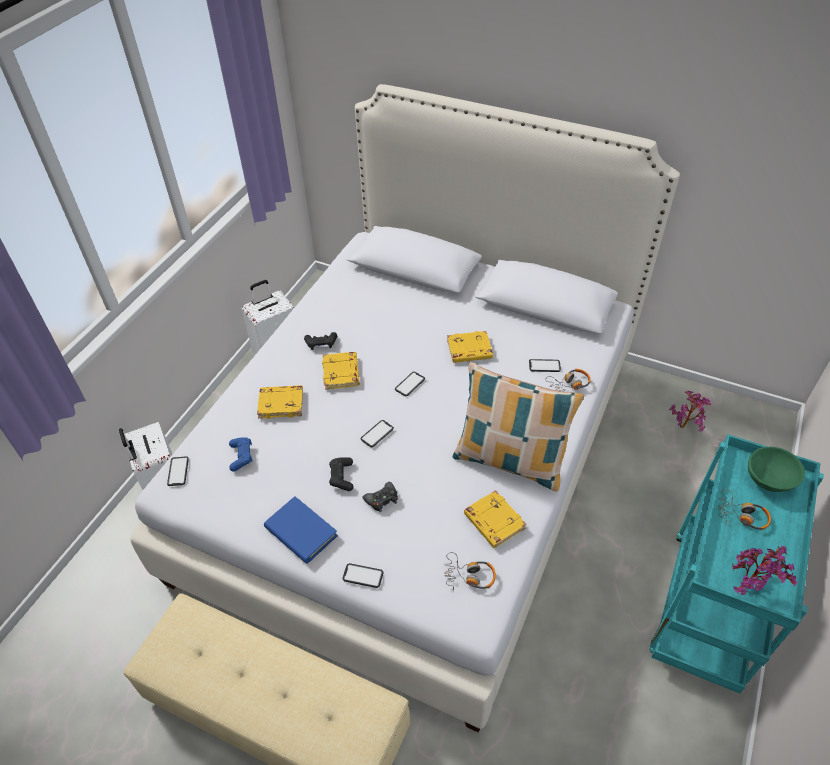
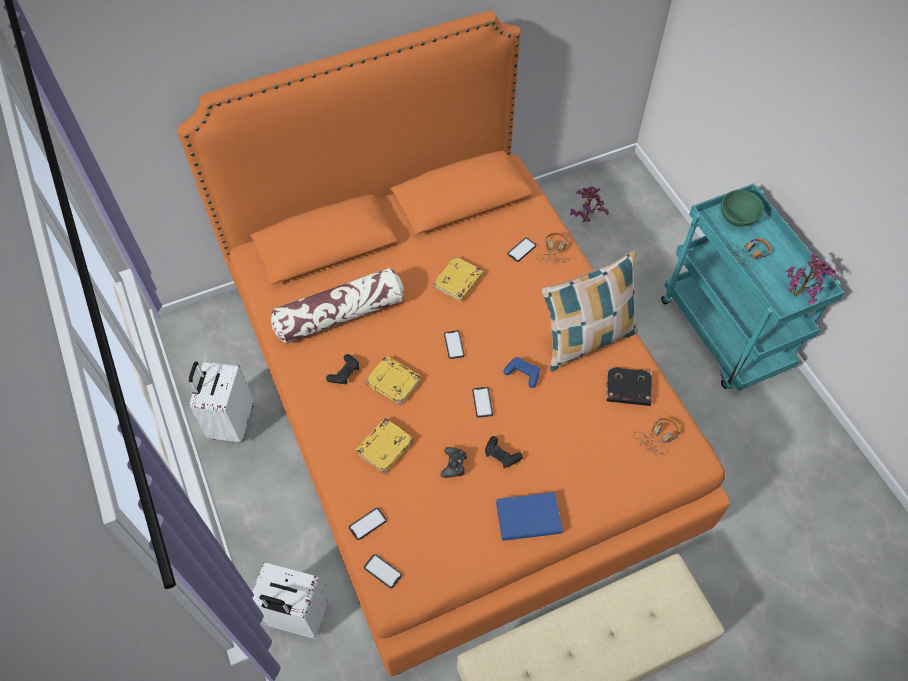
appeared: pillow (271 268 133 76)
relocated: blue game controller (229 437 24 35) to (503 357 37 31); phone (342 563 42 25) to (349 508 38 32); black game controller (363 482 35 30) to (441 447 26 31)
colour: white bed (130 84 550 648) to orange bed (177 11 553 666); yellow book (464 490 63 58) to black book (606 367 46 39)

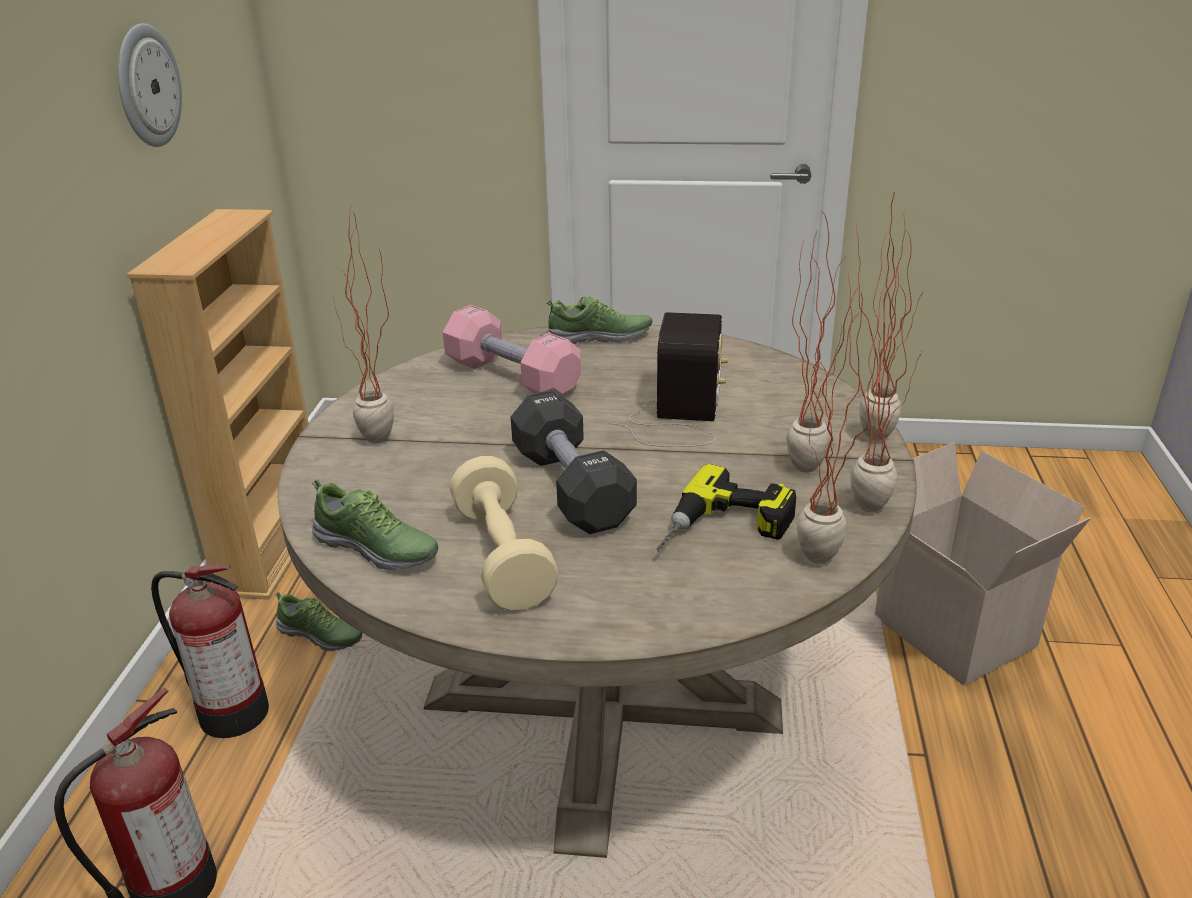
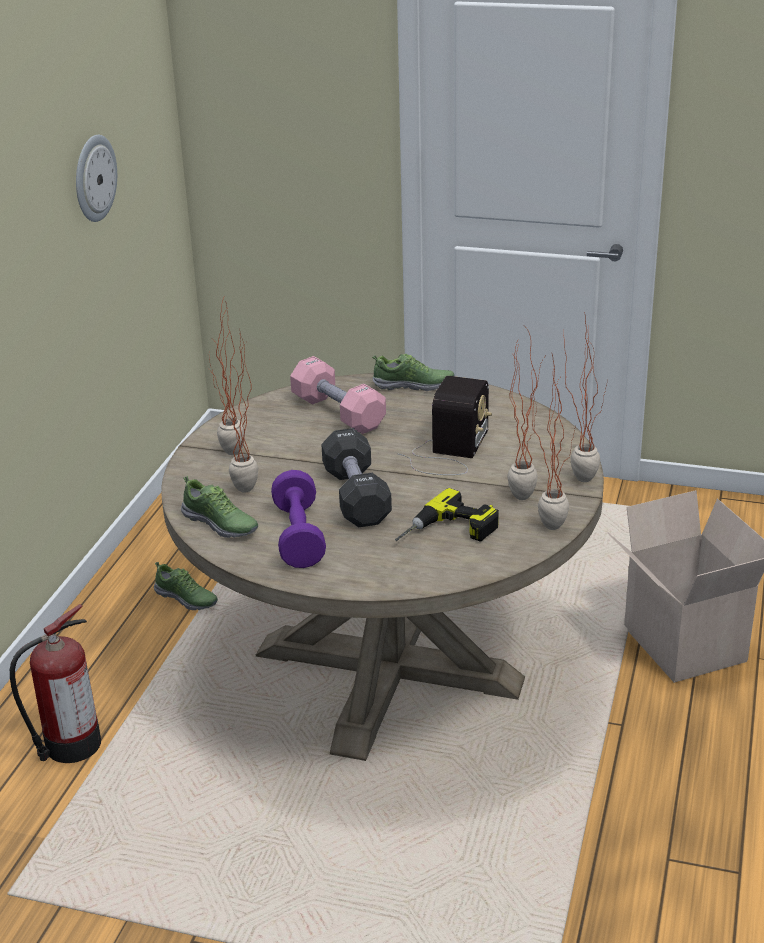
missing: beige bookcase (127 209 182 391); fire extinguisher (151 565 118 173)
relocated: potted plant (797 284 79 280) to (209 330 49 163)
colour: beige dumbbell (450 456 109 155) to purple dumbbell (271 470 55 98)

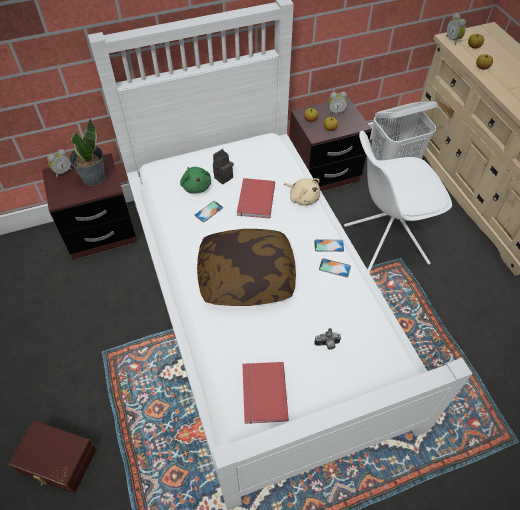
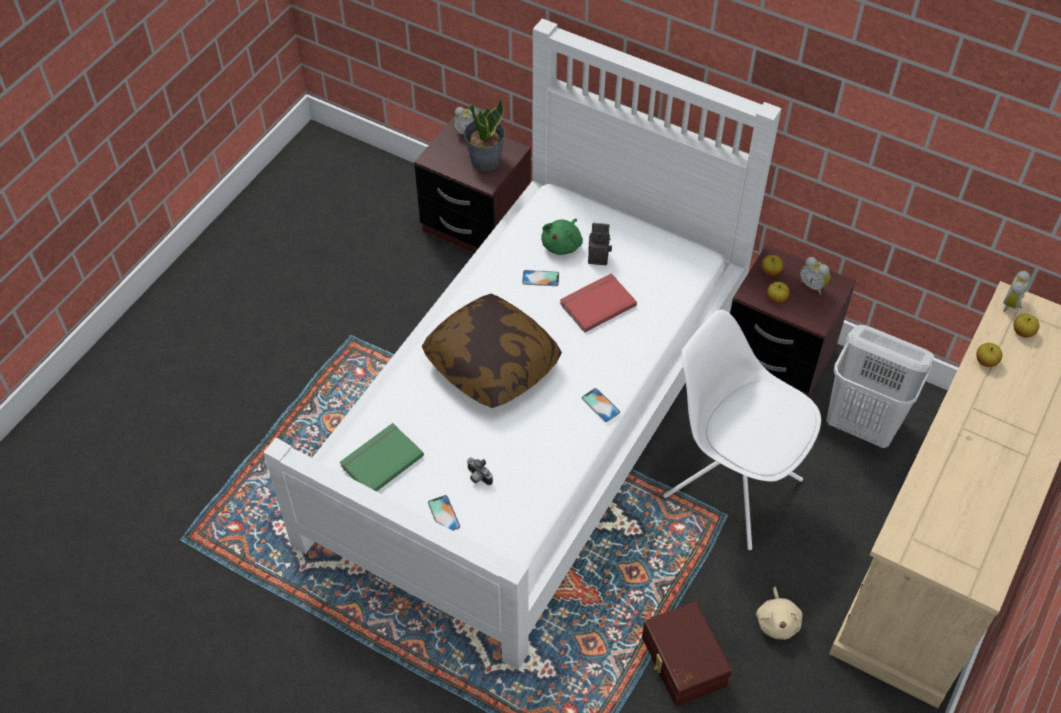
relocated: brown storage box (8 420 89 73) to (642 601 90 105); beige plush toy (283 178 37 28) to (756 587 47 53); phone (319 258 32 19) to (428 495 32 36)
colour: red book (242 362 47 62) to green book (340 423 84 68)

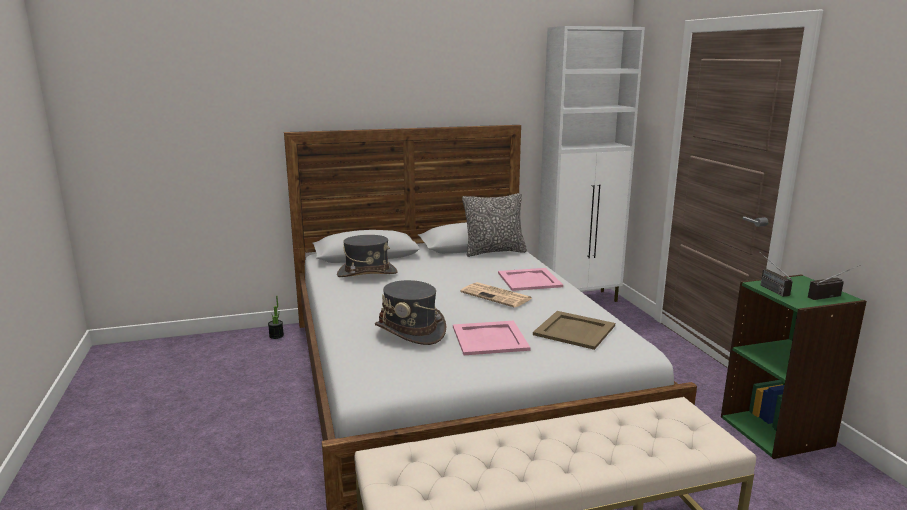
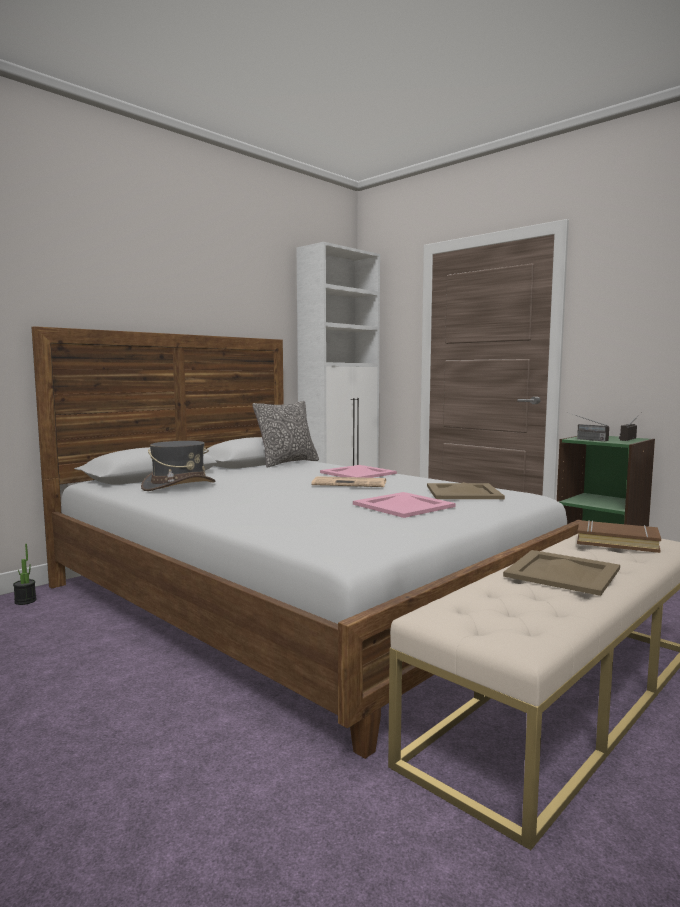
missing: grey hat (375 280 71 65)
appeared: beige tray (503 550 117 46); brown book (577 520 84 33)

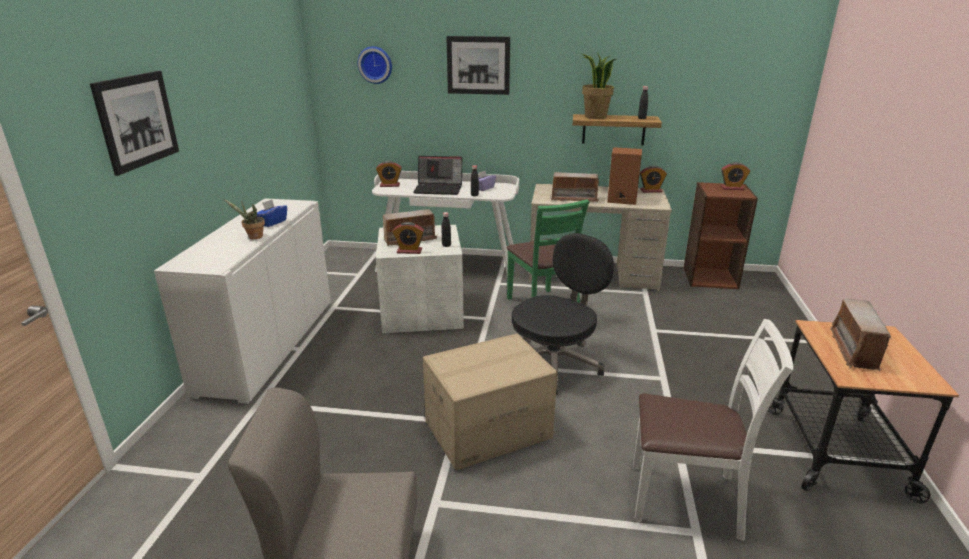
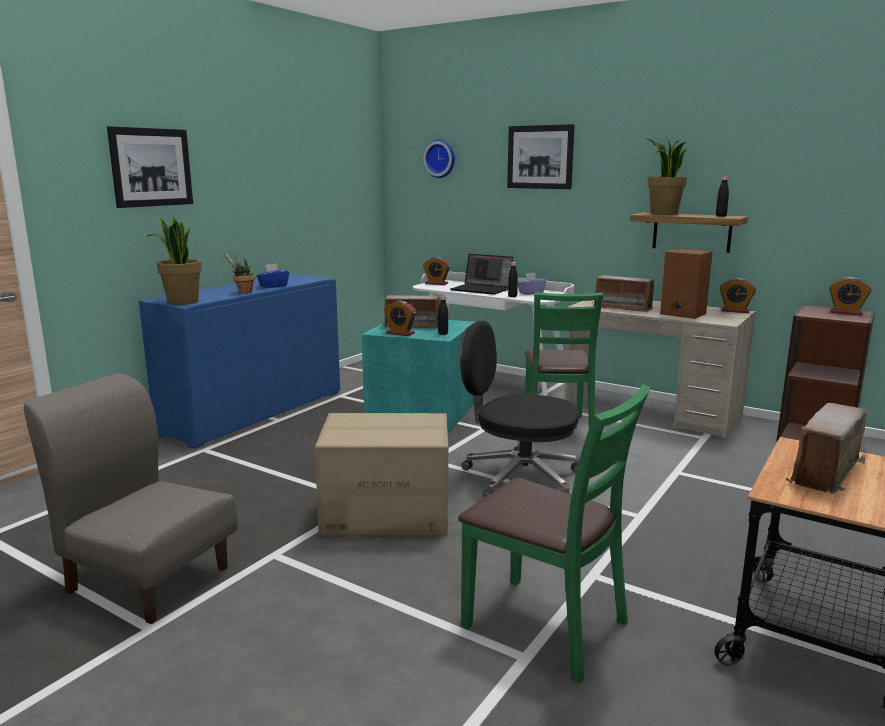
appeared: potted plant (147 216 55 89)
colour: white cabinet (154 198 177 206) to blue cabinet (139 274 201 175); white storage box (376 225 88 108) to turquoise storage box (362 320 113 112); white chair (633 319 160 222) to green chair (458 384 193 299)
spun: black office chair (512 233 102 162) = (460 321 120 177) 135 degrees counterclockwise

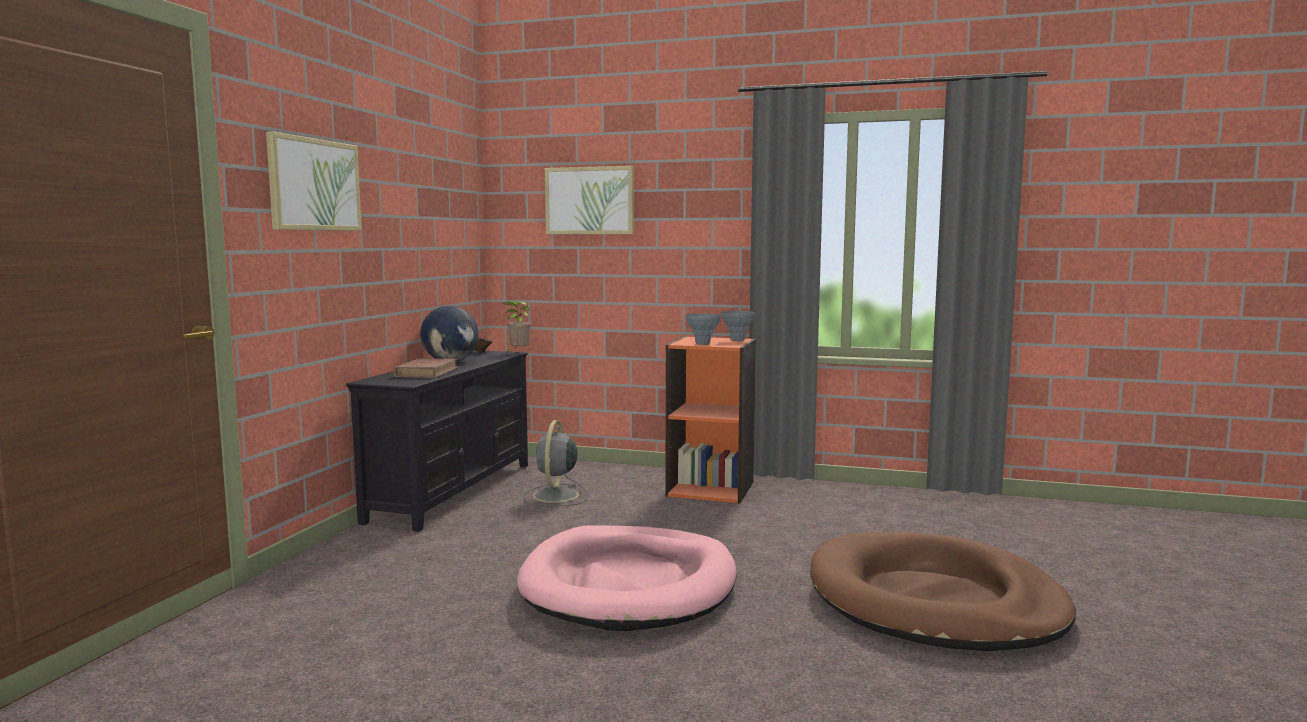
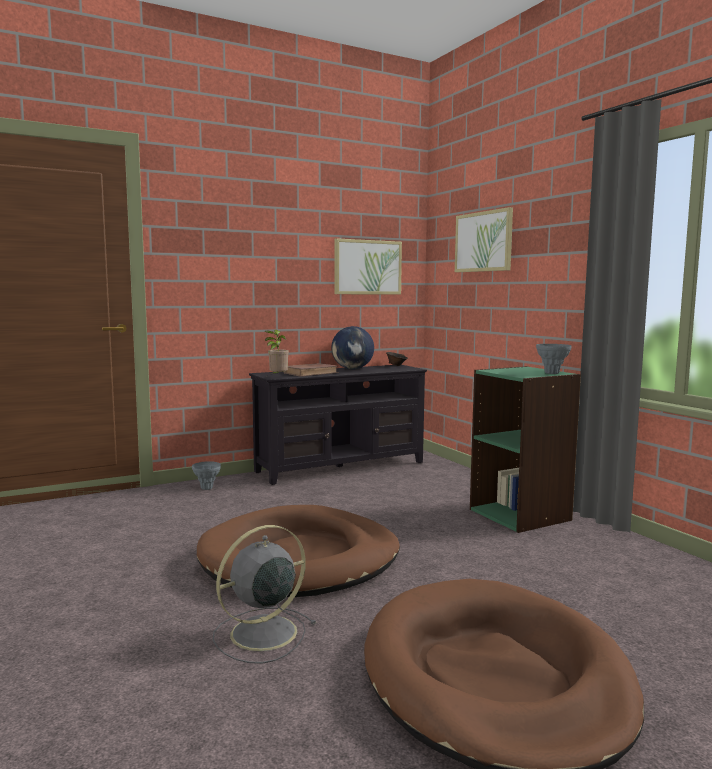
relocated: picture (266 131 96 100) to (334 238 68 57); potted plant (503 300 28 51) to (265 330 24 43); grey fan (523 420 65 86) to (213 525 104 139); grey vase (686 313 35 32) to (192 461 29 29)
colour: pink dog bed (517 525 219 106) to brown dog bed (197 505 203 92); orange bookcase (665 336 91 167) to green bookcase (470 366 111 167)

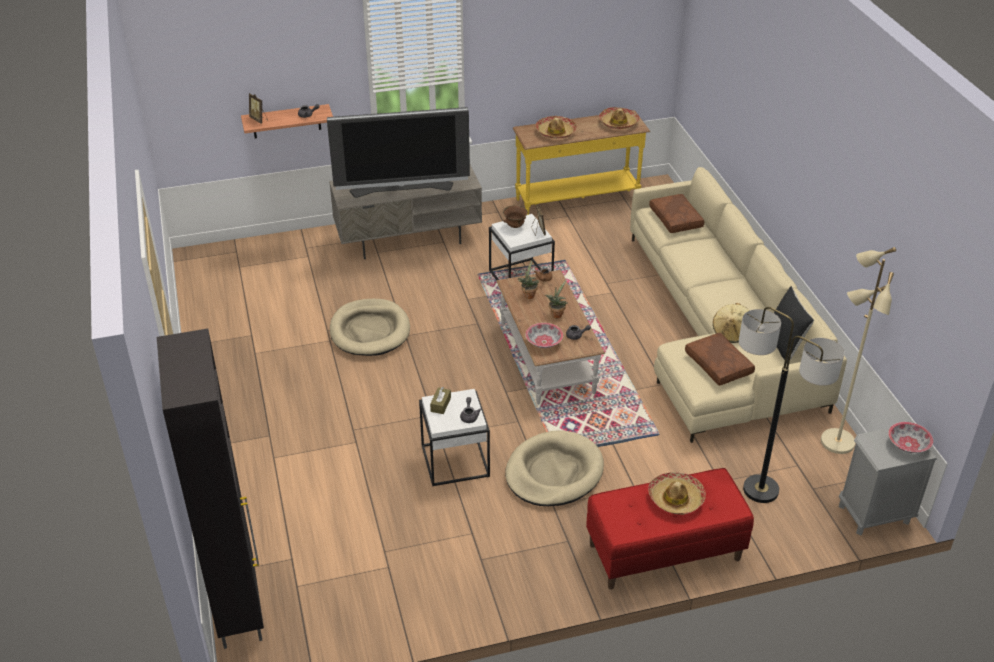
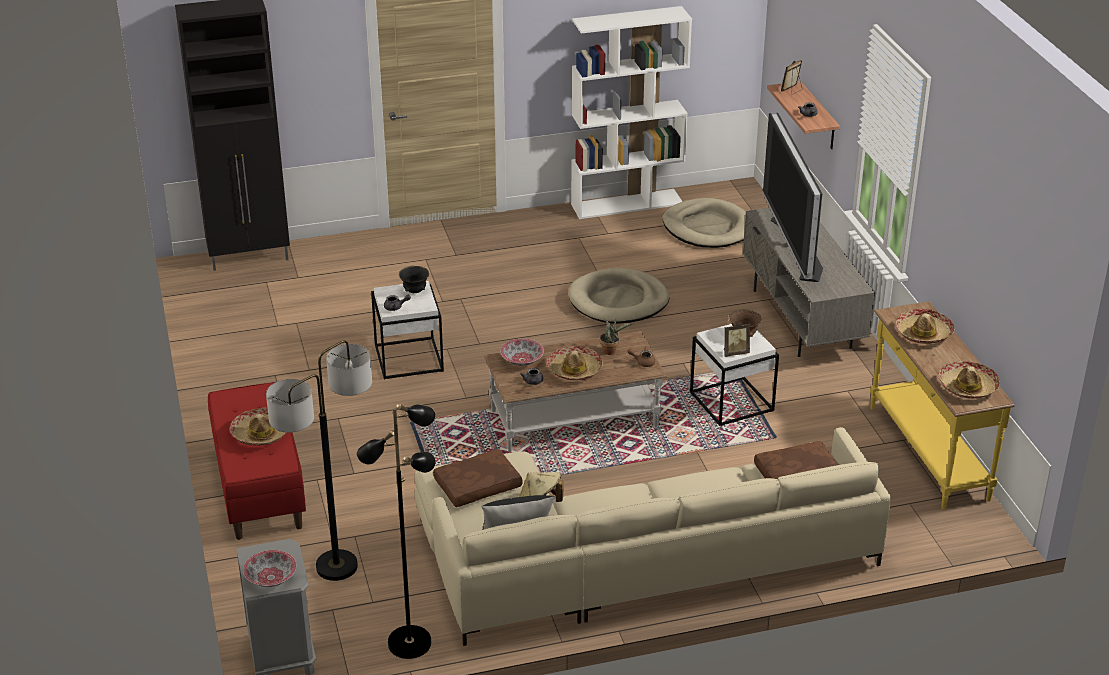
appeared: white bookcase (571 6 121 213)
relocated: beige dog bed (505 430 99 76) to (662 198 84 50)
exchanged: brown tissue box (430 387 21 27) to black bowl (399 266 30 27); potted plant (545 280 23 38) to hat (546 346 57 34)
colour: beige floor lamp (821 247 75 207) to black floor lamp (357 404 78 255)

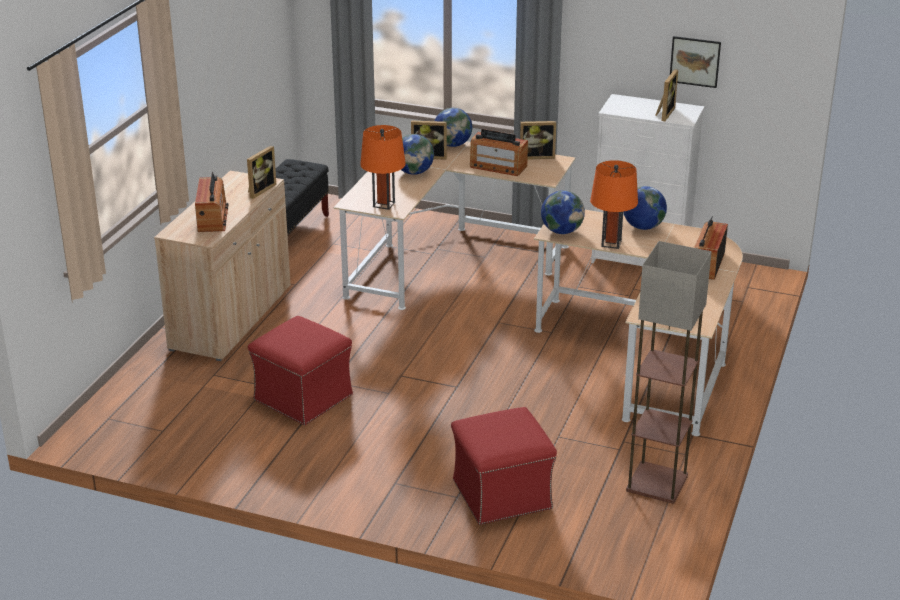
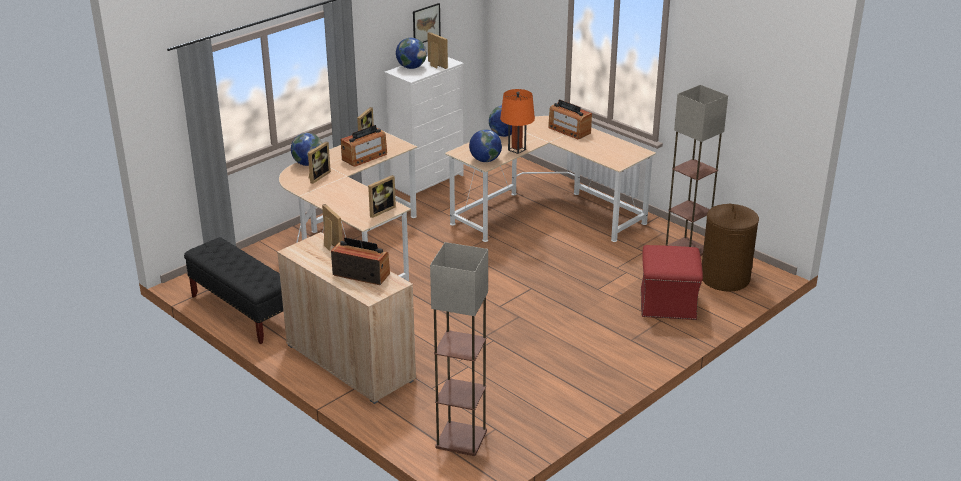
missing: red ottoman (248 316 105 109)
appeared: floor lamp (430 242 58 214); brown laundry basket (702 204 57 87)
relocated: globe (401 134 33 41) to (396 38 31 31)
exchanged: orange table lamp (360 125 46 85) to picture frame (368 175 28 43)

